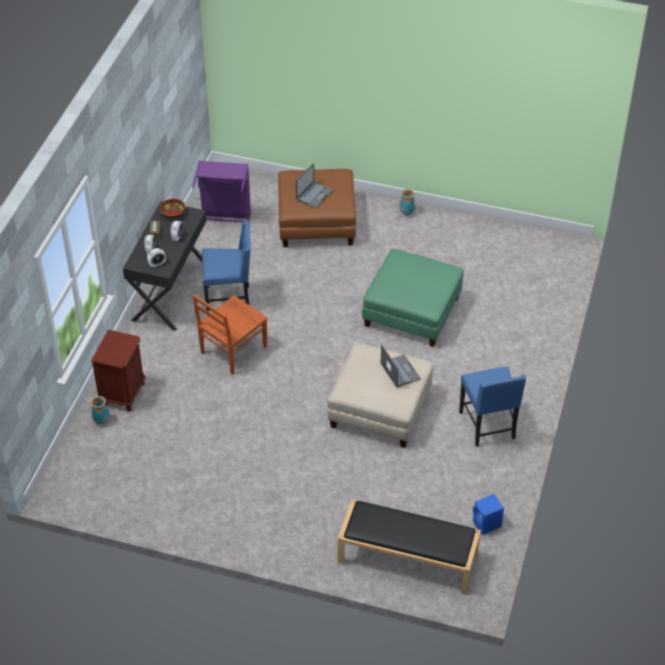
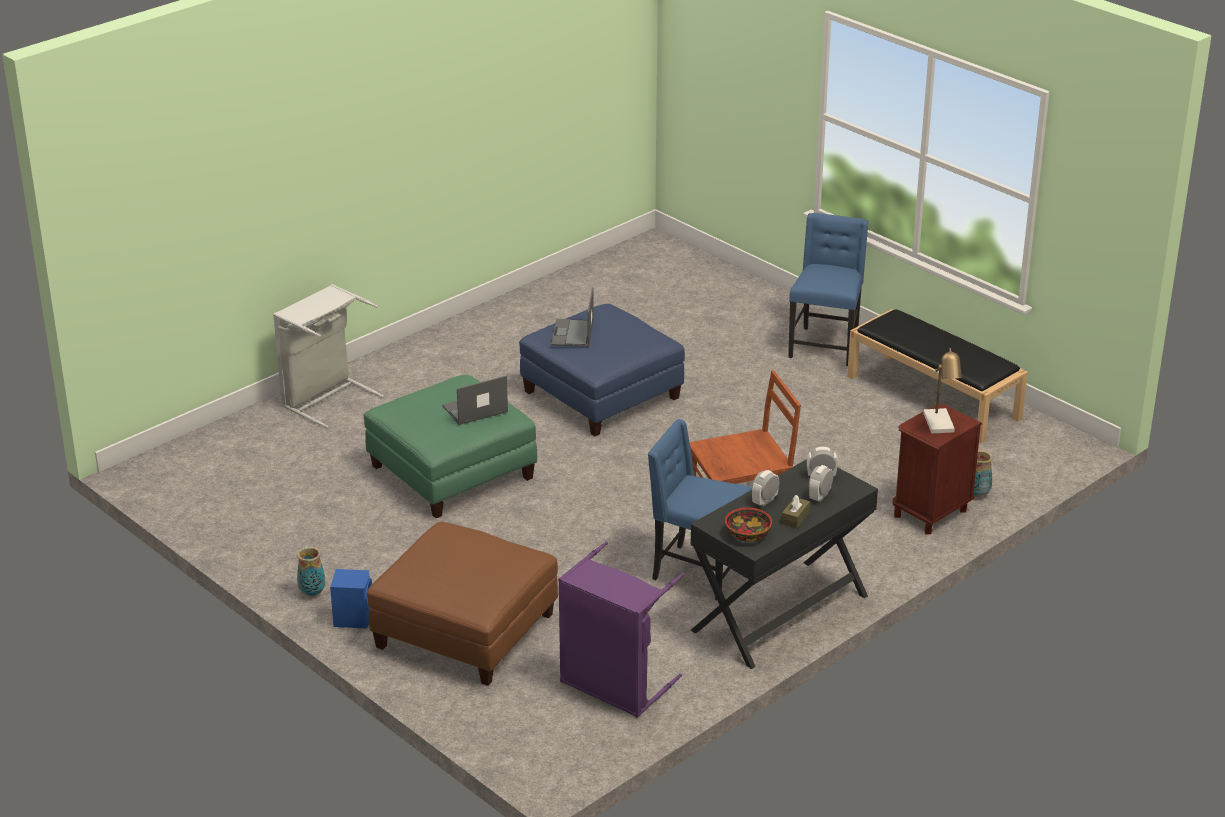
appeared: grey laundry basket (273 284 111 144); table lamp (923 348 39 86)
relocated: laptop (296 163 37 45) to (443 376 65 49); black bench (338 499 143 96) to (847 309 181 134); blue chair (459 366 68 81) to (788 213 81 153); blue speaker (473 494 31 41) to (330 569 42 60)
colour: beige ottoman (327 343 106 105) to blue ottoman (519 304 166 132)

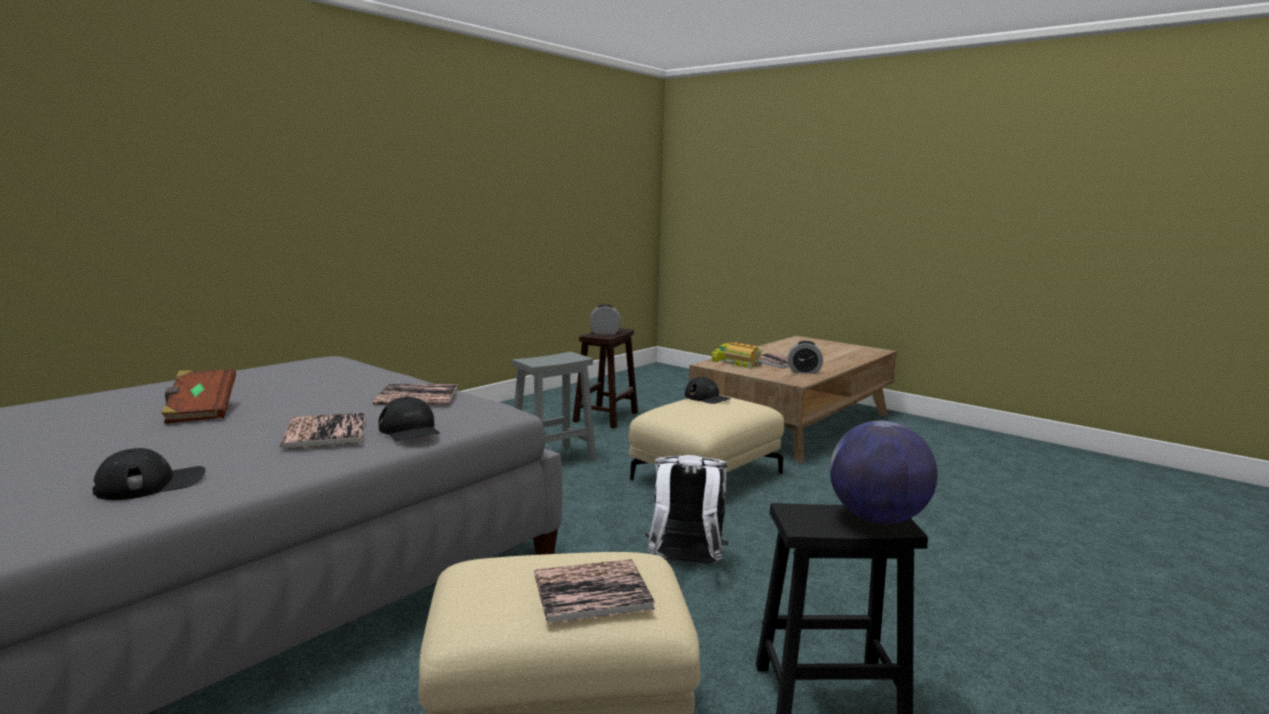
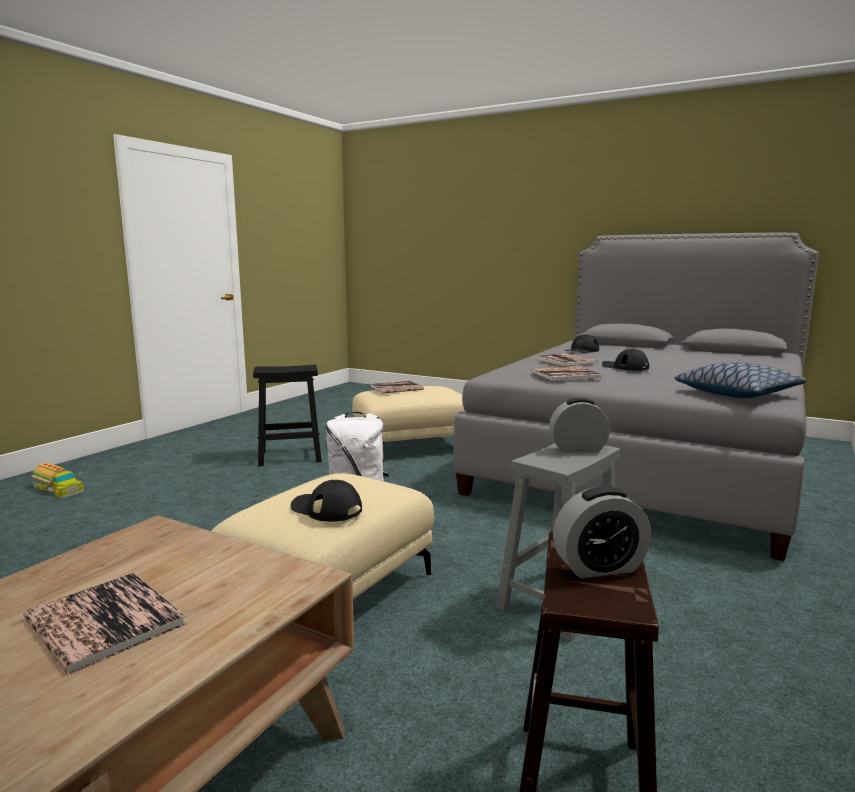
missing: brown book (161 369 75 54); globe (830 421 108 103)
appeared: pillow (675 362 132 36)
relocated: black cap (379 397 61 44) to (602 349 47 22); toy truck (711 342 52 27) to (31 463 53 35); alarm clock (788 341 35 33) to (549 398 61 54)

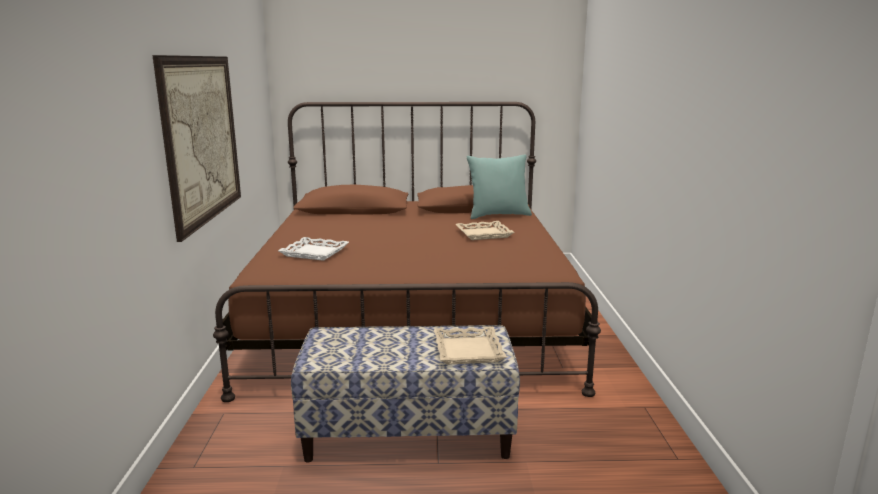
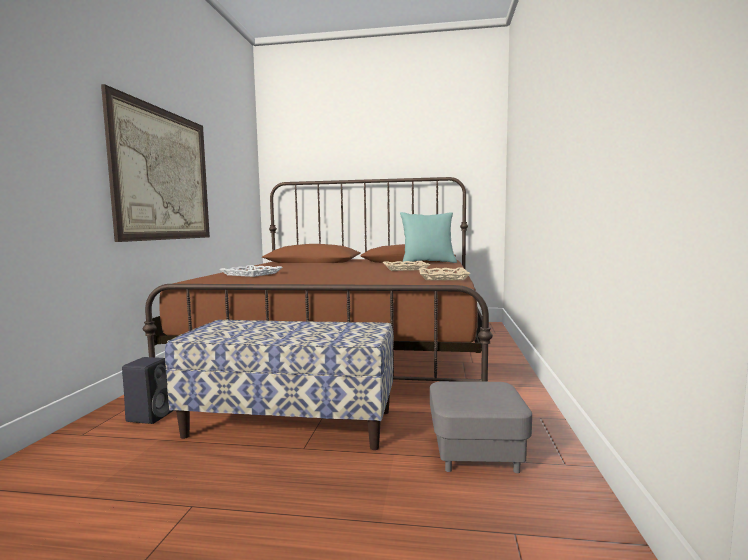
appeared: black speaker (122 357 52 67); grey ottoman (430 381 102 92)
relocated: beige tray (434 327 73 38) to (419 267 51 13)

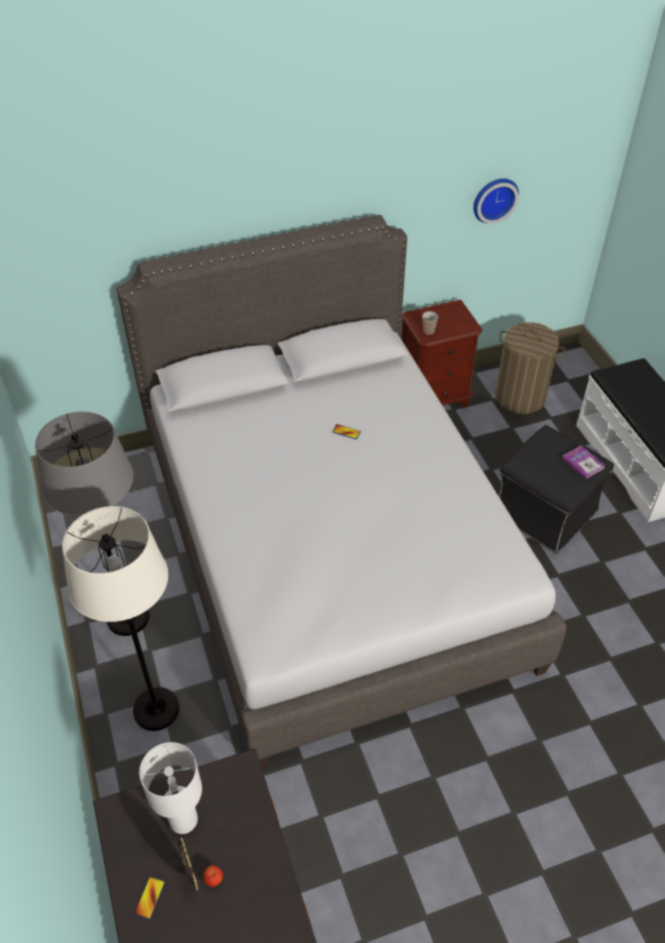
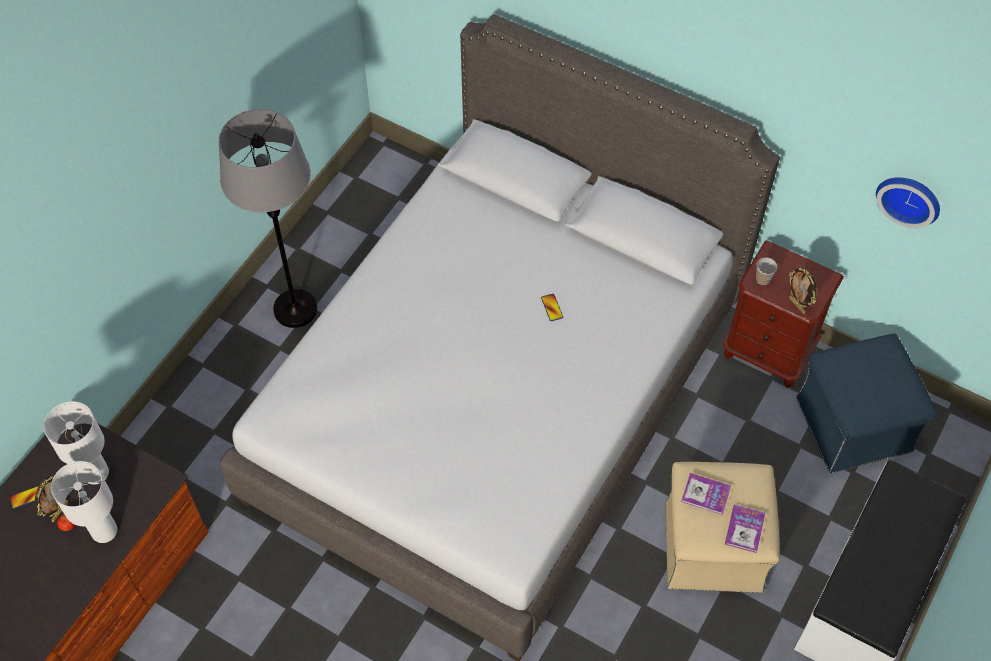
missing: white floor lamp (62 506 117 225)
appeared: white table lamp (51 461 66 82); book (681 473 50 42); picture frame (789 267 28 47)
exchanged: laundry basket (495 322 70 92) to blue ottoman (796 334 141 139)
colour: black ottoman (499 425 115 129) to beige ottoman (665 462 115 131)

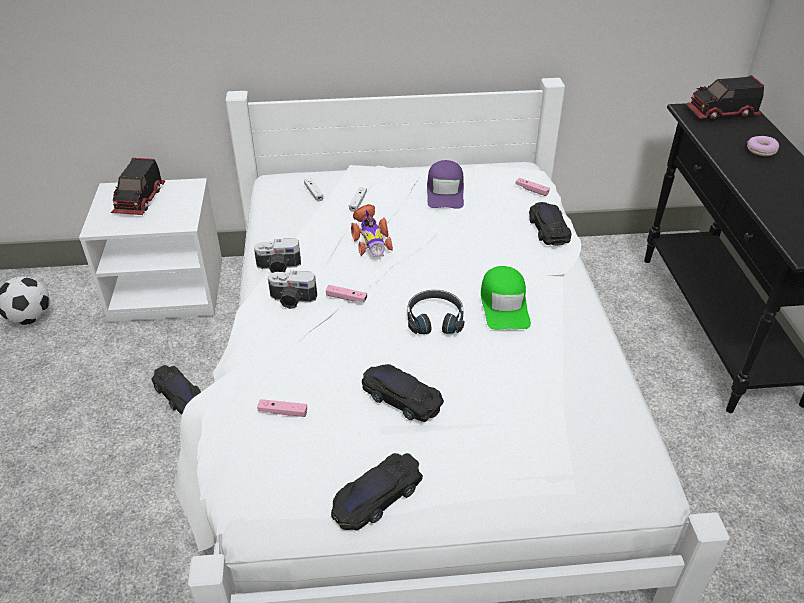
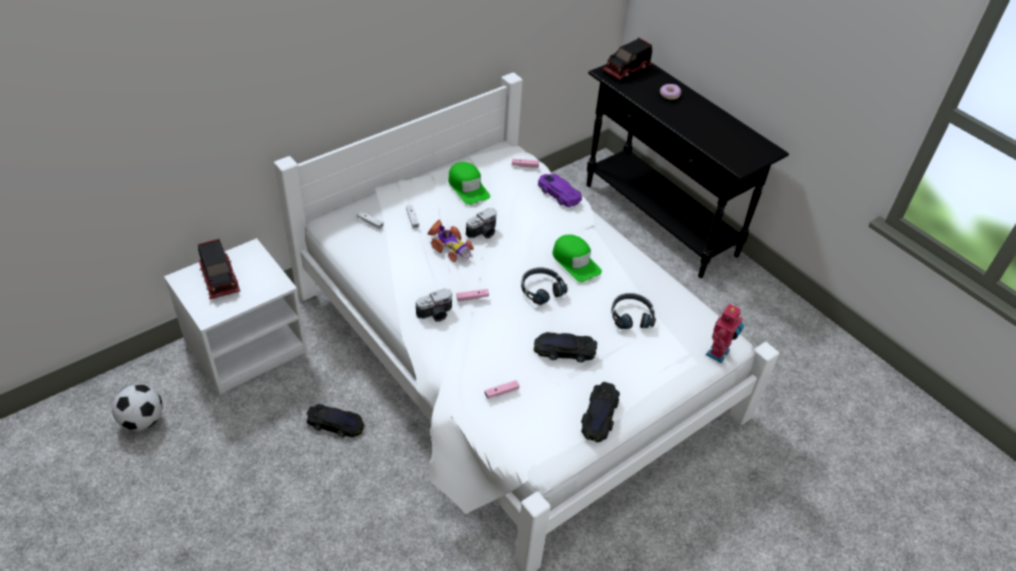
appeared: black headphones (611 293 45 36); toy robot (706 304 38 59)
relocated: photo camera (254 238 47 35) to (466 208 31 30)
colour: purple cap (427 160 37 49) to green cap (448 162 42 43); black toy car (529 202 43 44) to purple toy car (538 174 44 33)

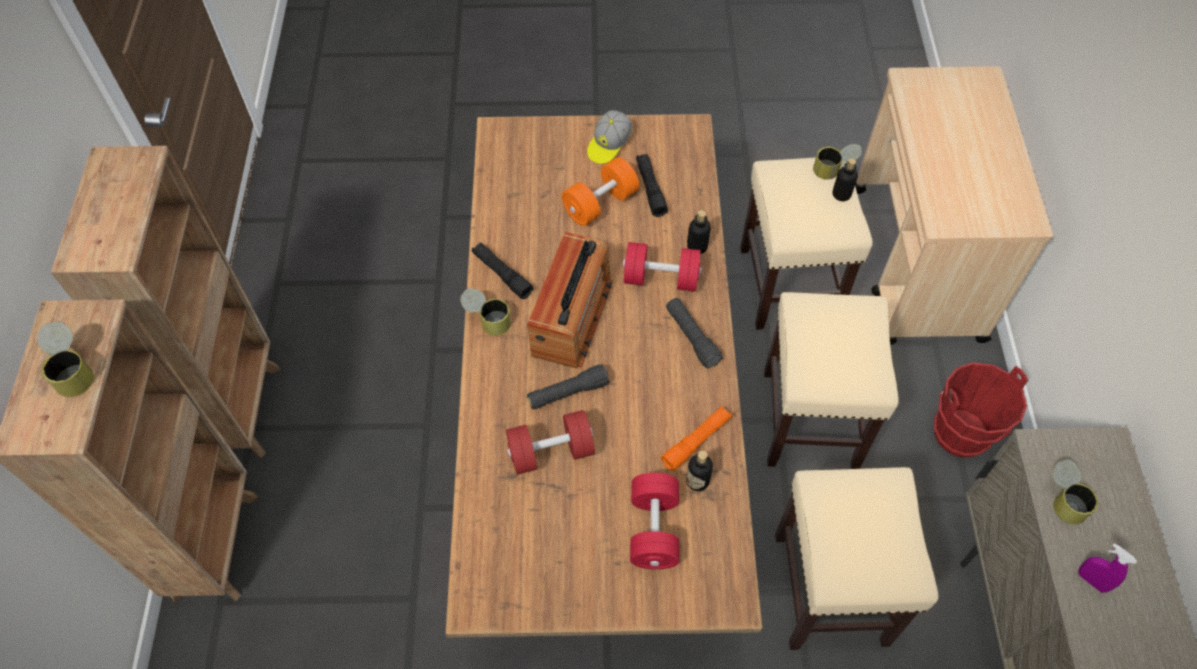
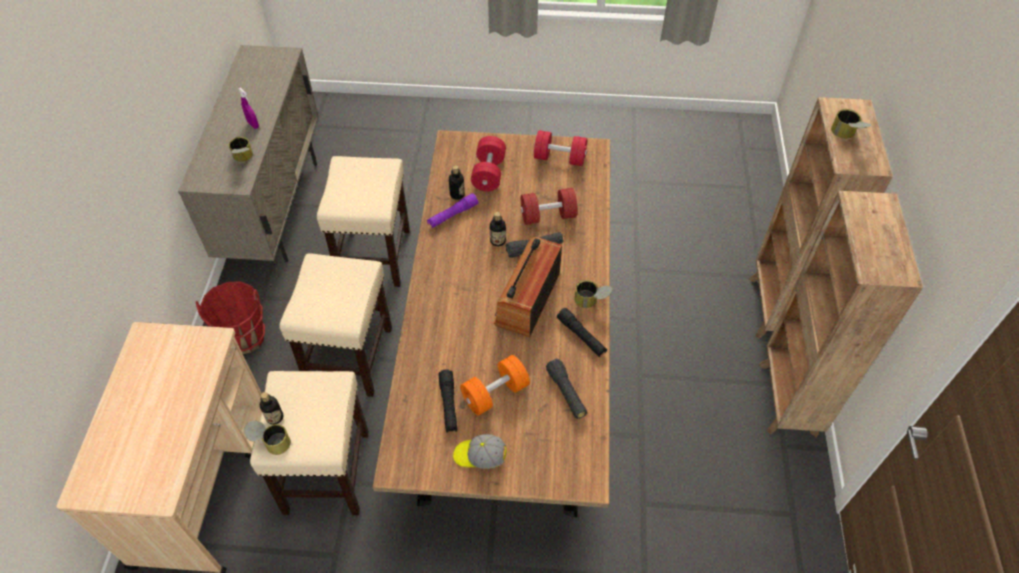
relocated: red dumbbell (623 242 79 50) to (534 130 53 36); black flashlight (666 298 57 71) to (546 359 41 60); bottle (687 210 24 44) to (489 212 17 34)
colour: orange flashlight (661 406 71 65) to purple flashlight (427 193 52 35)
spun: cap (587 110 45 54) = (453 434 54 35) 120 degrees counterclockwise

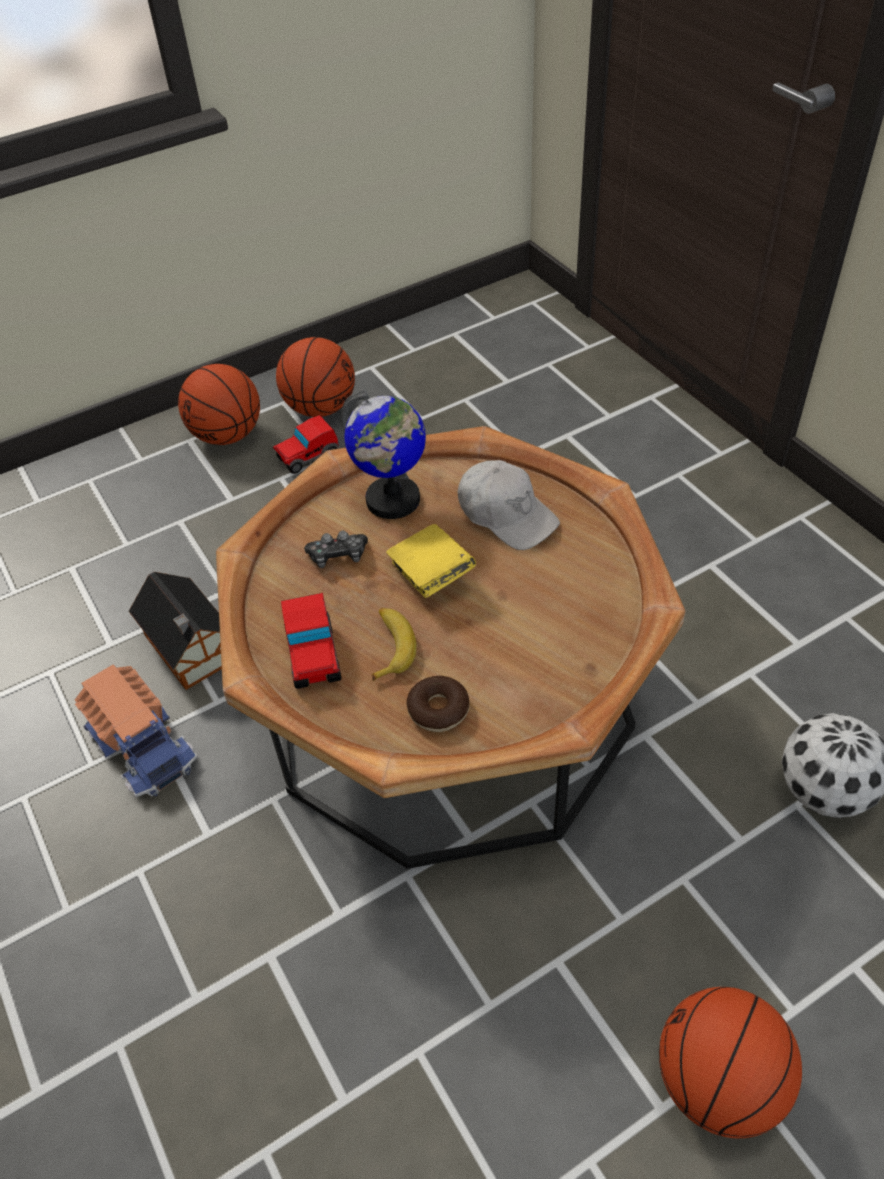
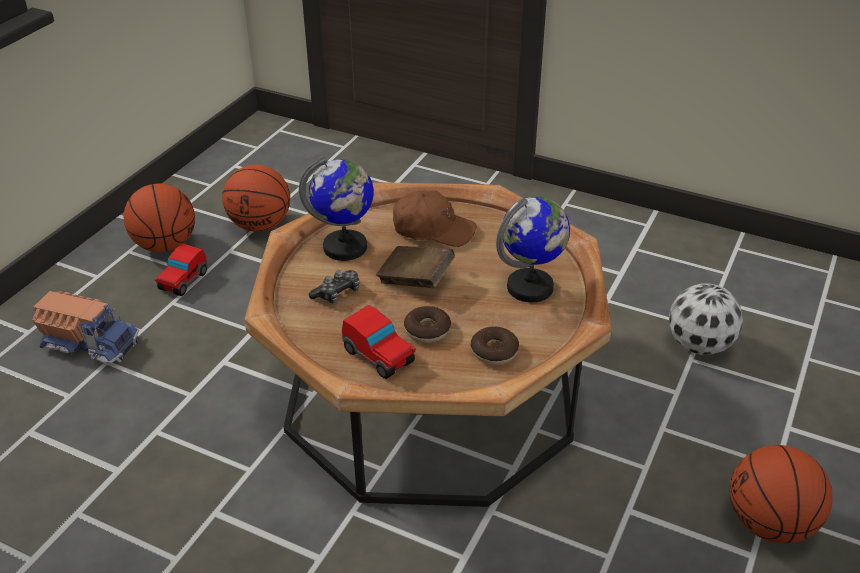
missing: toy house (129 572 93 118)
appeared: globe (496 196 74 106)
relocated: toy truck (75 664 123 133) to (33 291 106 73); basketball (178 364 82 81) to (222 165 68 67)
exchanged: banana (372 608 45 73) to donut (404 306 47 37)
colour: yellow book (386 524 90 74) to brown book (376 246 79 42); white cap (458 460 102 90) to brown cap (393 191 83 56)

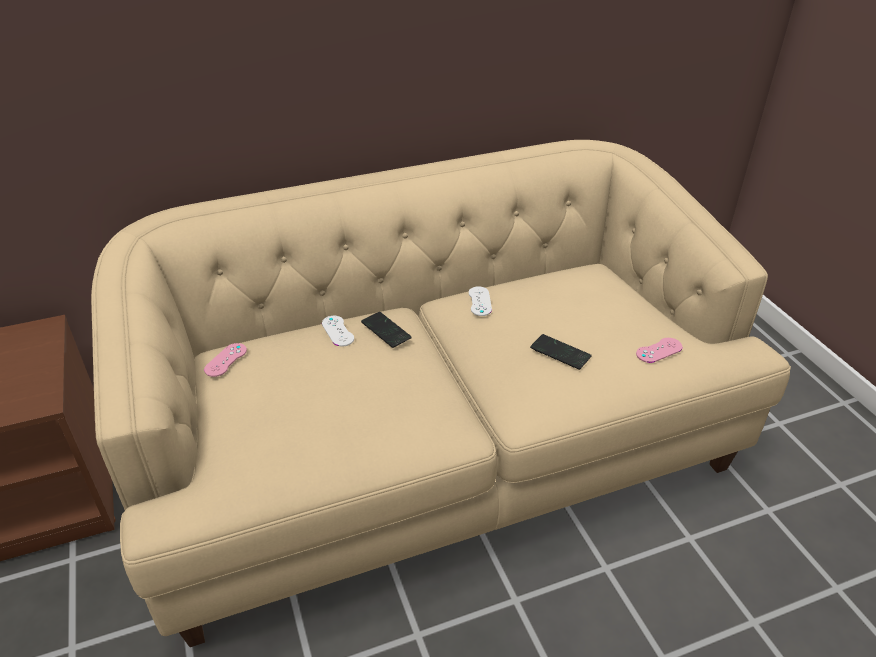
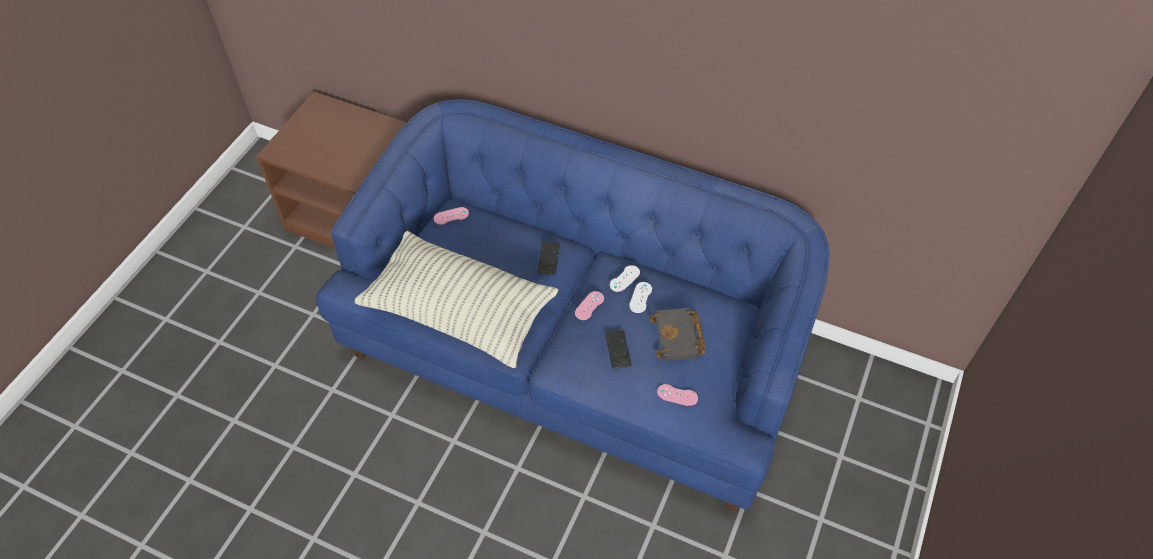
appeared: pillow (354 231 205 137); pink game controller (575 291 29 29); black book (650 308 56 53)
relocated: white game controller (322 316 32 31) to (629 282 23 31)
colour: beige sofa (91 140 700 507) to blue sofa (316 99 514 413)

